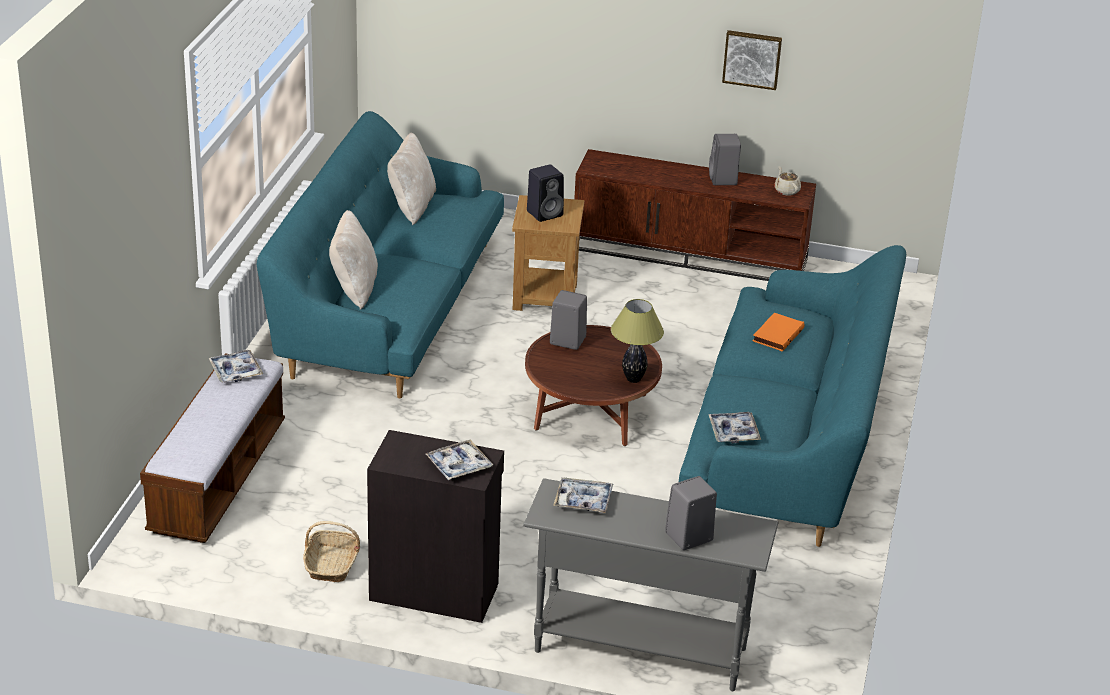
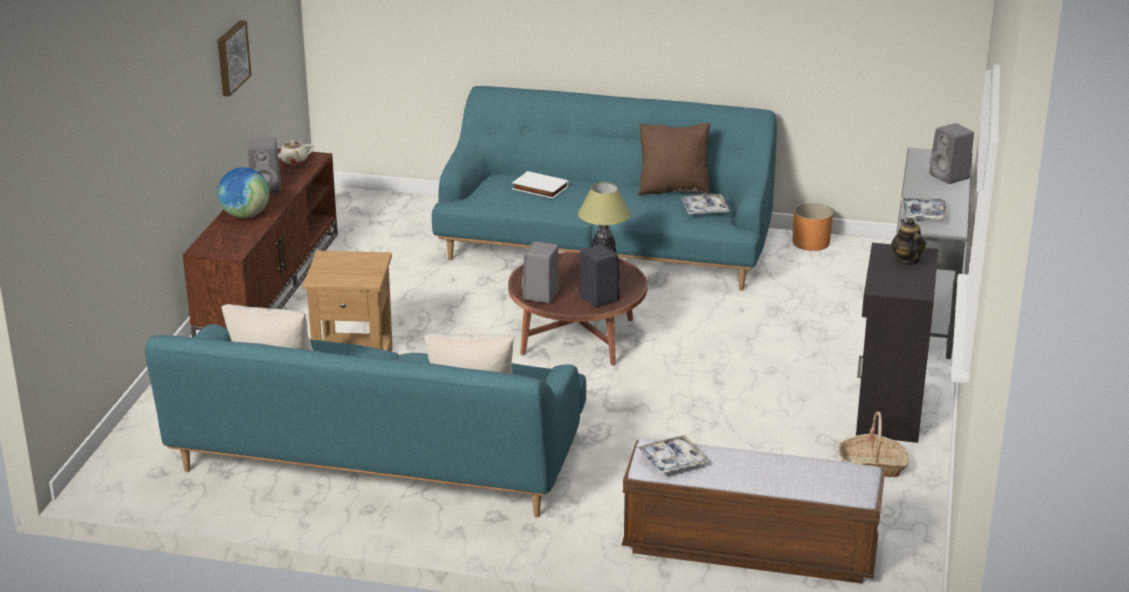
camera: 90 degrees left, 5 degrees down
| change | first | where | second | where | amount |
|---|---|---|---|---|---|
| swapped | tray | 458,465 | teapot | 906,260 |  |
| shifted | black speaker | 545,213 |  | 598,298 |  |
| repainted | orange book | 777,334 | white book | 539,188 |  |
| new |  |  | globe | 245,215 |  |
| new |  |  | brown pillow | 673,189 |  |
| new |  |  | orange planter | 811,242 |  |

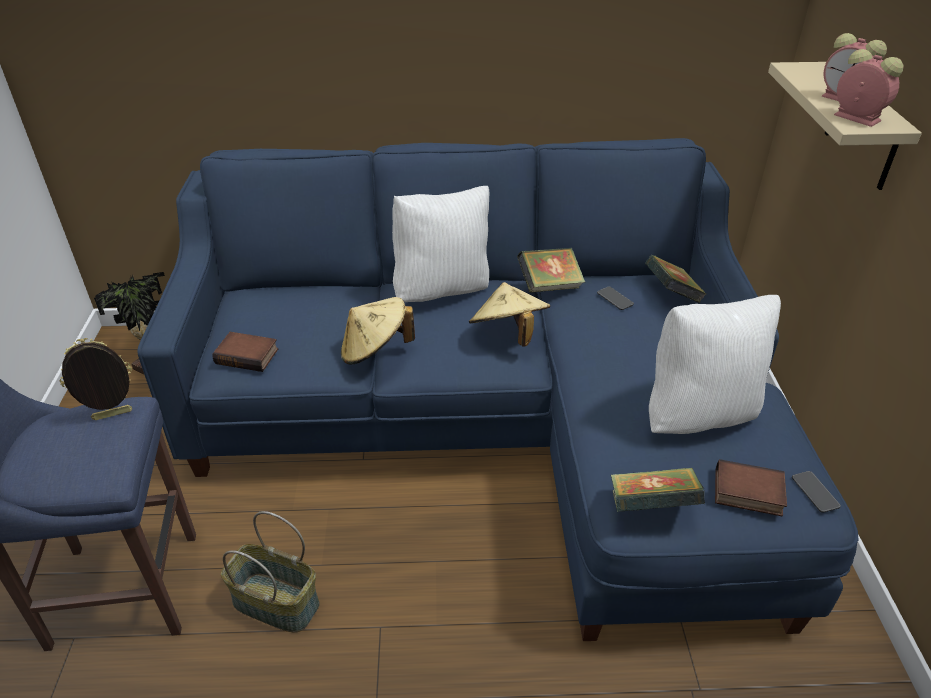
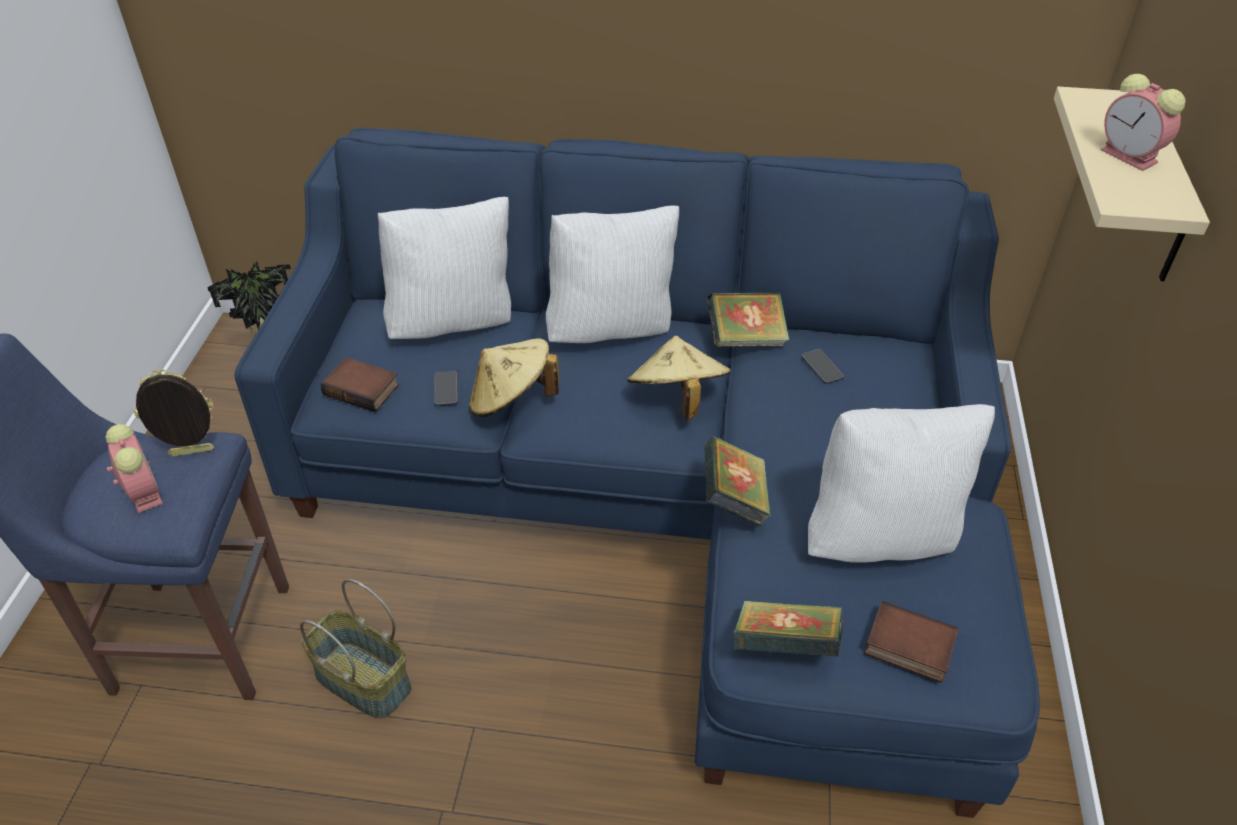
camera: 10 degrees right, 5 degrees up
| change | first | where | second | where | amount |
|---|---|---|---|---|---|
| shifted | book | 671,295 |  | 734,500 |  |
| shifted | phone | 815,492 |  | 446,389 |  |
| shifted | alarm clock | 855,117 |  | 143,491 |  |
| new |  |  | white pillow | 454,322 |  |

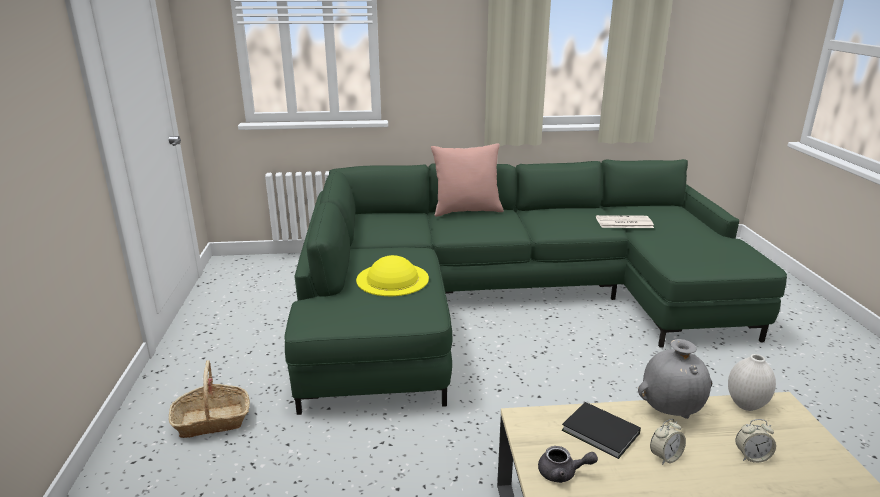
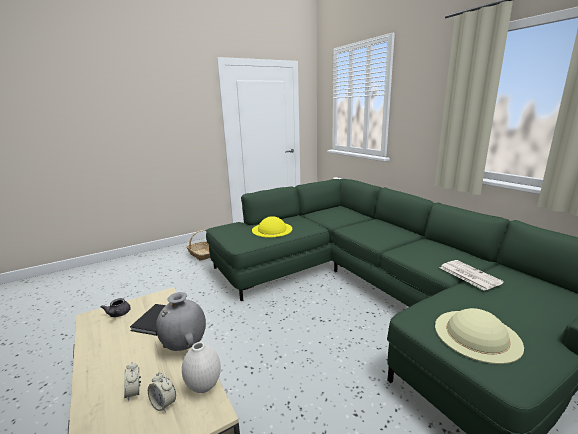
camera: 65 degrees right, 5 degrees down
| change | first | where | second | where | amount |
|---|---|---|---|---|---|
| gone | pink pillow | 467,211 |  |  |  |
| shifted | alarm clock | 665,457 |  | 164,404 |  |
| new |  |  | beige hat | 477,335 |  |

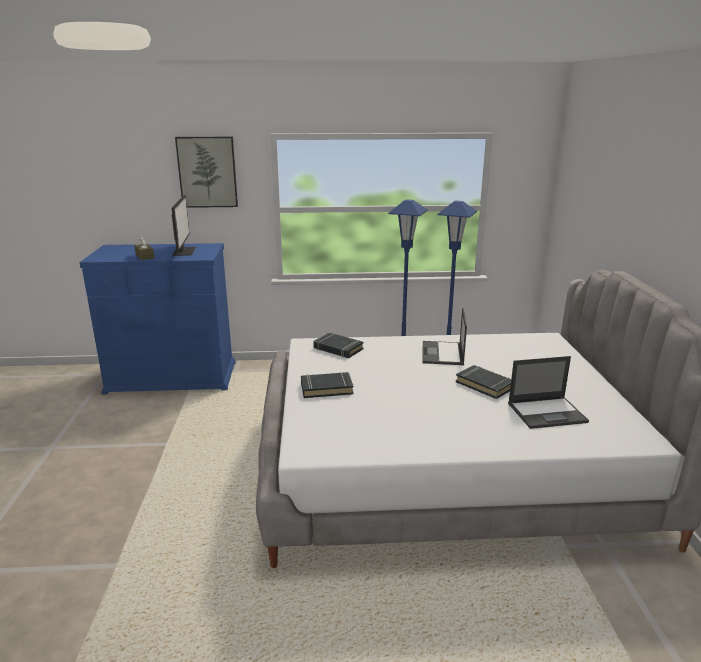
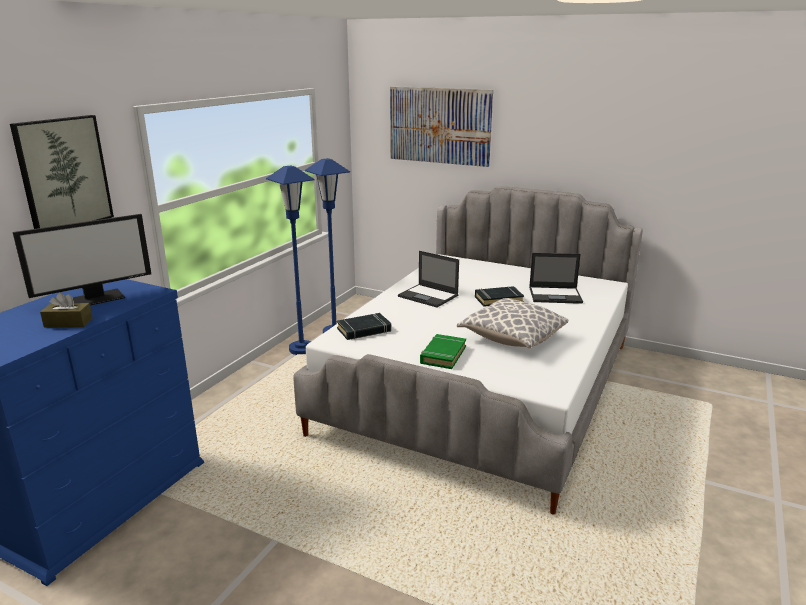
camera: 60 degrees left, 0 degrees up
| change | first | where | second | where | amount |
|---|---|---|---|---|---|
| rotated | monitor | 183,251 |  | 96,298 | 120 degrees clockwise |
| repainted | black book | 326,388 | green book | 443,355 |  |
| rotated | laptop | 547,412 |  | 555,295 | 75 degrees clockwise |
| new |  |  | picture | 439,125 |  |
| new |  |  | pillow | 511,338 |  |

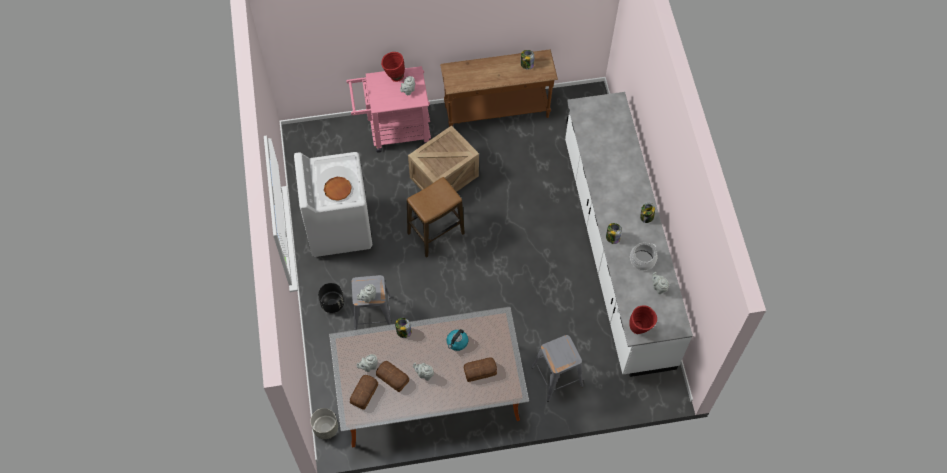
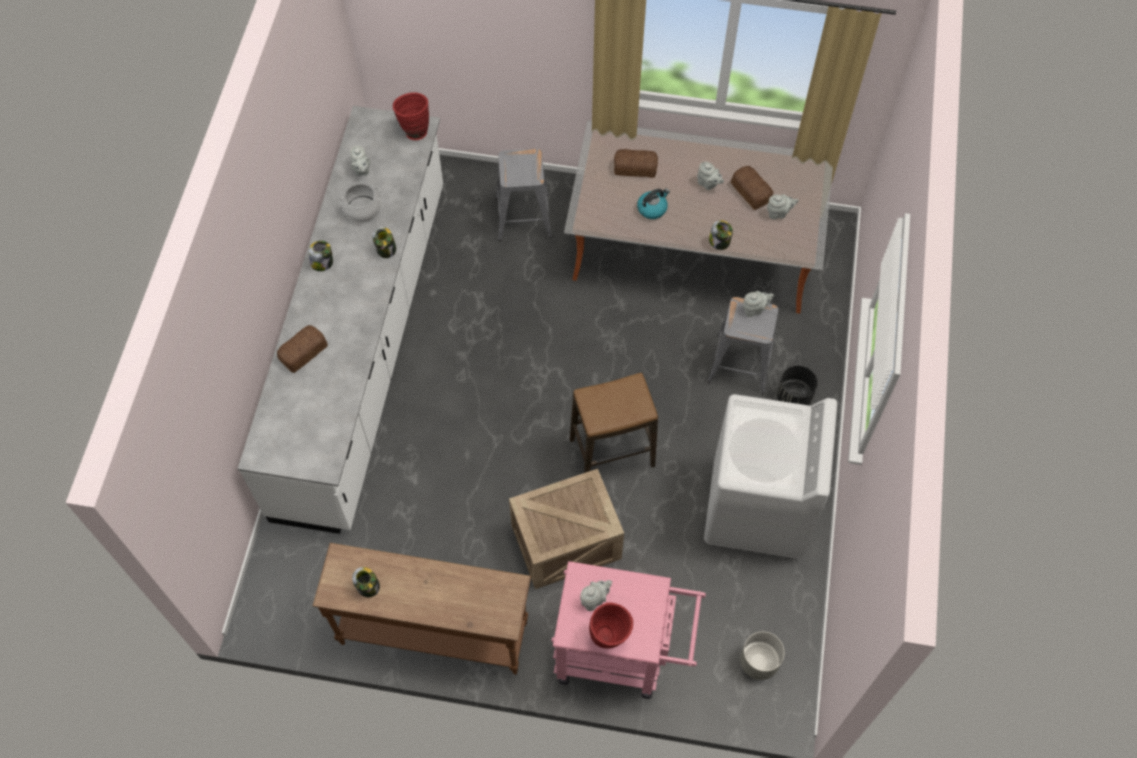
camera: 160 degrees left, 0 degrees up
| change | first | where | second | where | amount |
|---|---|---|---|---|---|
| shifted | grey planter | 325,428 |  | 759,662 |  |
| gone | brown plate | 337,189 |  |  |  |
| shifted | bread | 365,393 |  | 302,352 |  |

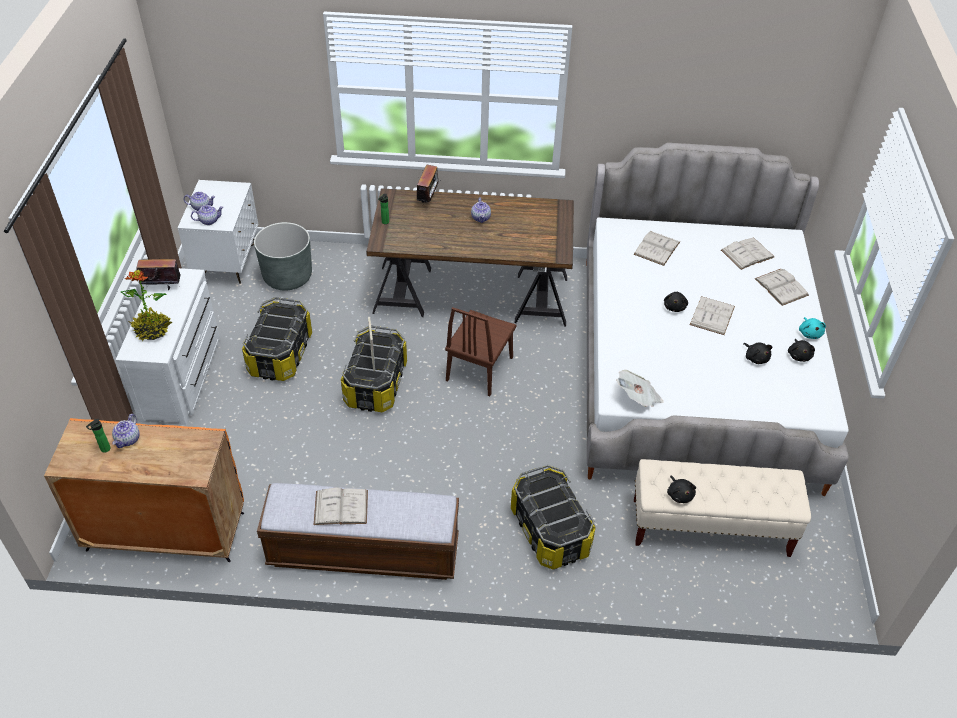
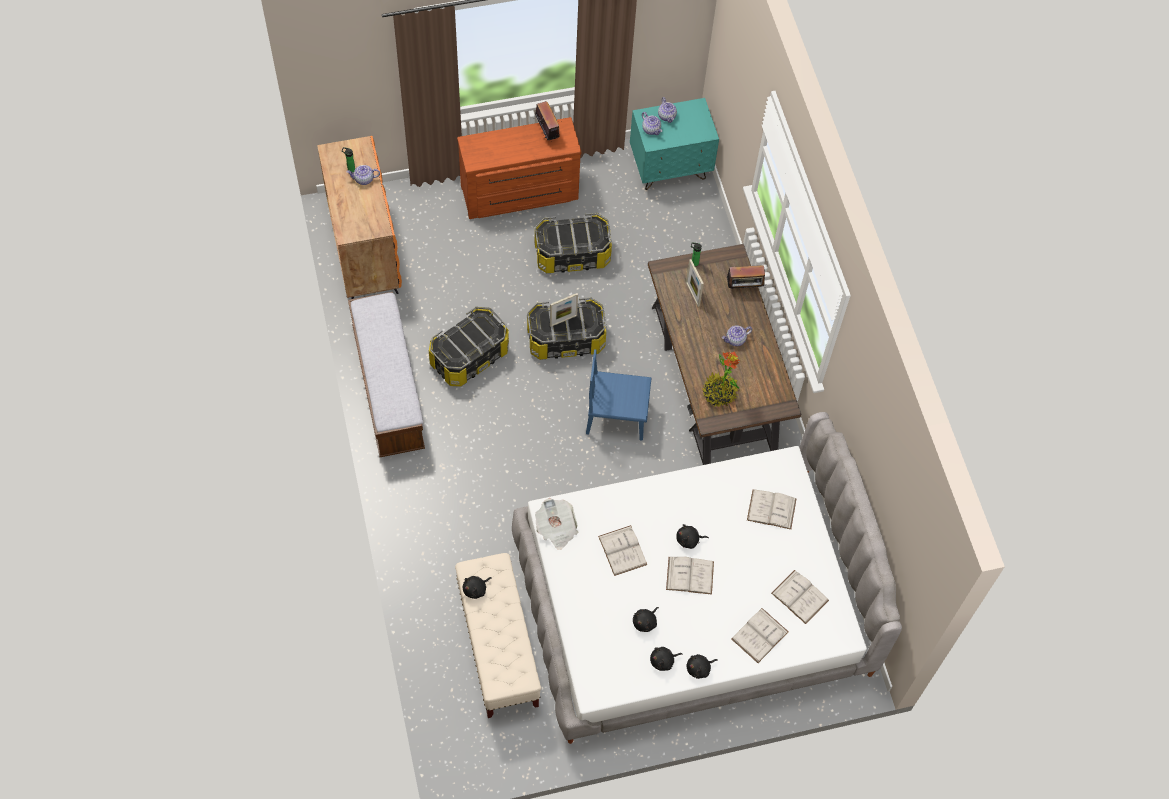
camera: 70 degrees right, 15 degrees up
| change | first | where | second | where | amount |
|---|---|---|---|---|---|
| repainted | white dresser | 183,376 | brown dresser | 520,194 |  |
| shifted | potted plant | 152,330 |  | 719,394 |  |
| repainted | white nightstand | 227,262 | turquoise nightstand | 670,168 |  |
| gone | grey planter | 287,277 |  |  |  |
| shifted | white book | 341,507 |  | 622,550 |  |
| repainted | brown chair | 479,368 | blue chair | 616,416 |  |
| shifted | storage box | 549,531 |  | 469,356 |  |
| repainted | turquoise plush toy | 810,333 | black plush toy | 699,668 |  |
| new |  |  | picture frame | 692,294 |  |

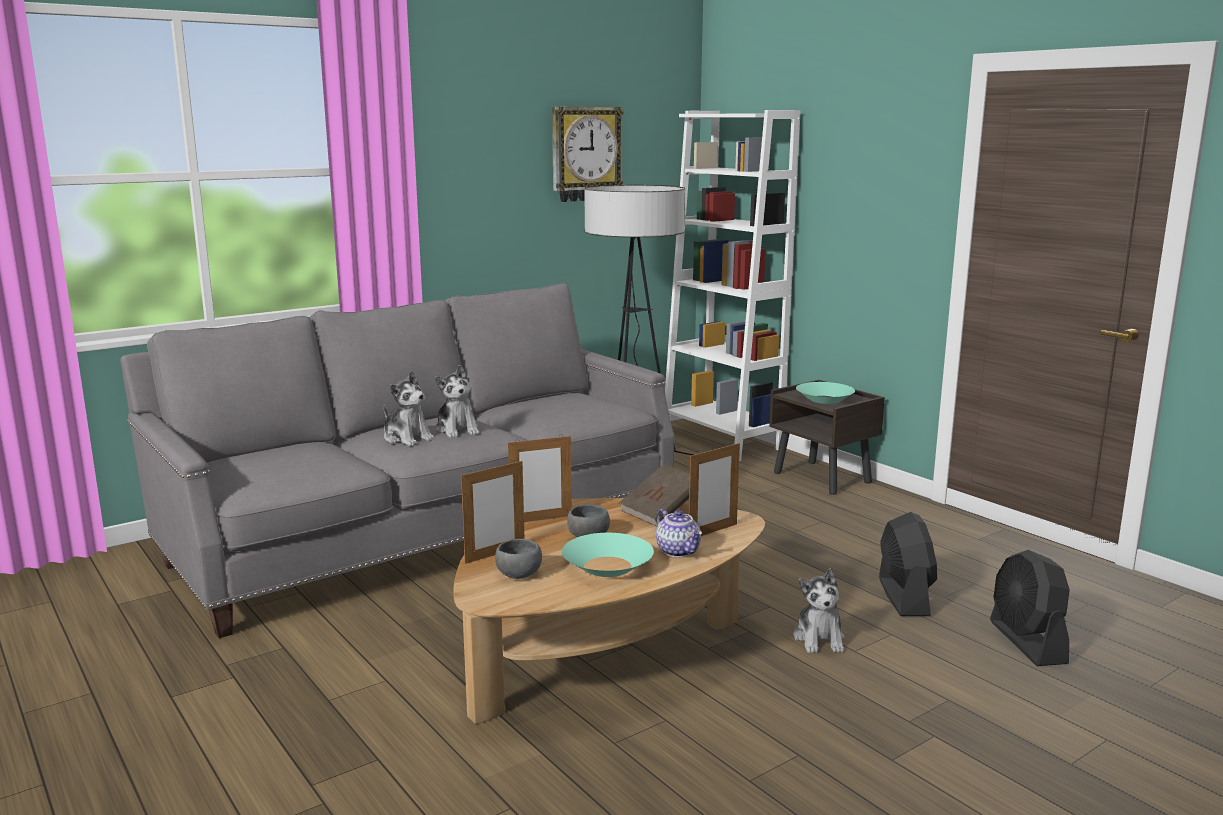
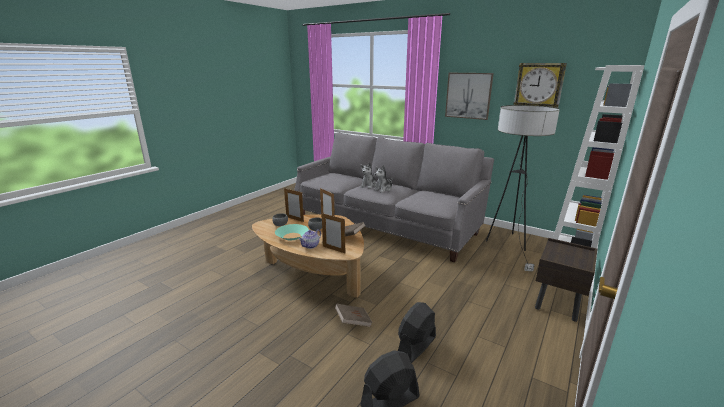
camera: 70 degrees right, 5 degrees up
| change | first | where | second | where | amount |
|---|---|---|---|---|---|
| swapped | plush toy | 819,639 | brown book | 353,322 |  |
| gone | turquoise bowl | 824,399 |  |  |  |
| rotated | black fan | 903,596 |  | 416,346 | 150 degrees clockwise |
| new |  |  | picture | 468,95 |  |

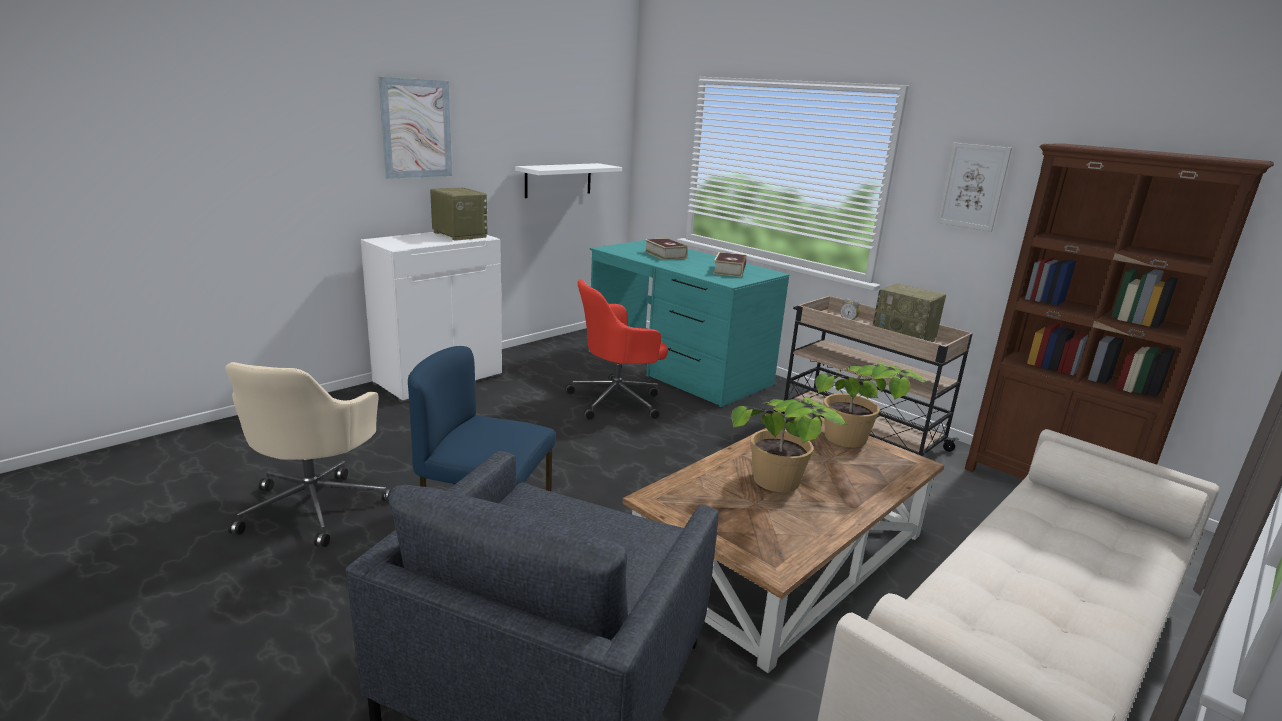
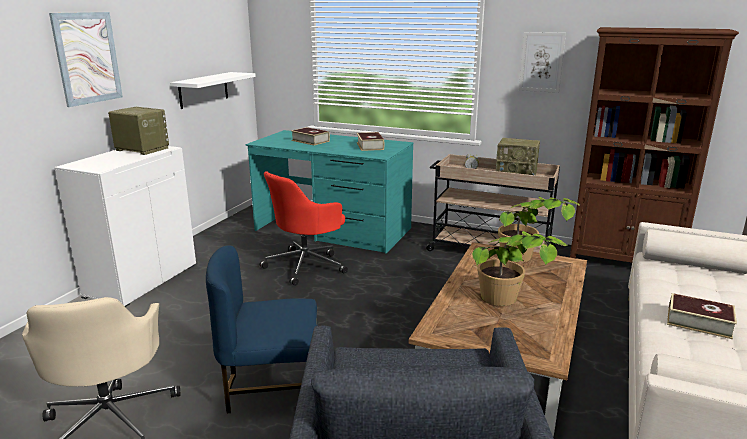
camera: 20 degrees left, 0 degrees up
| change | first | where | second | where | amount |
|---|---|---|---|---|---|
| new |  |  | book | 698,322 |  |

